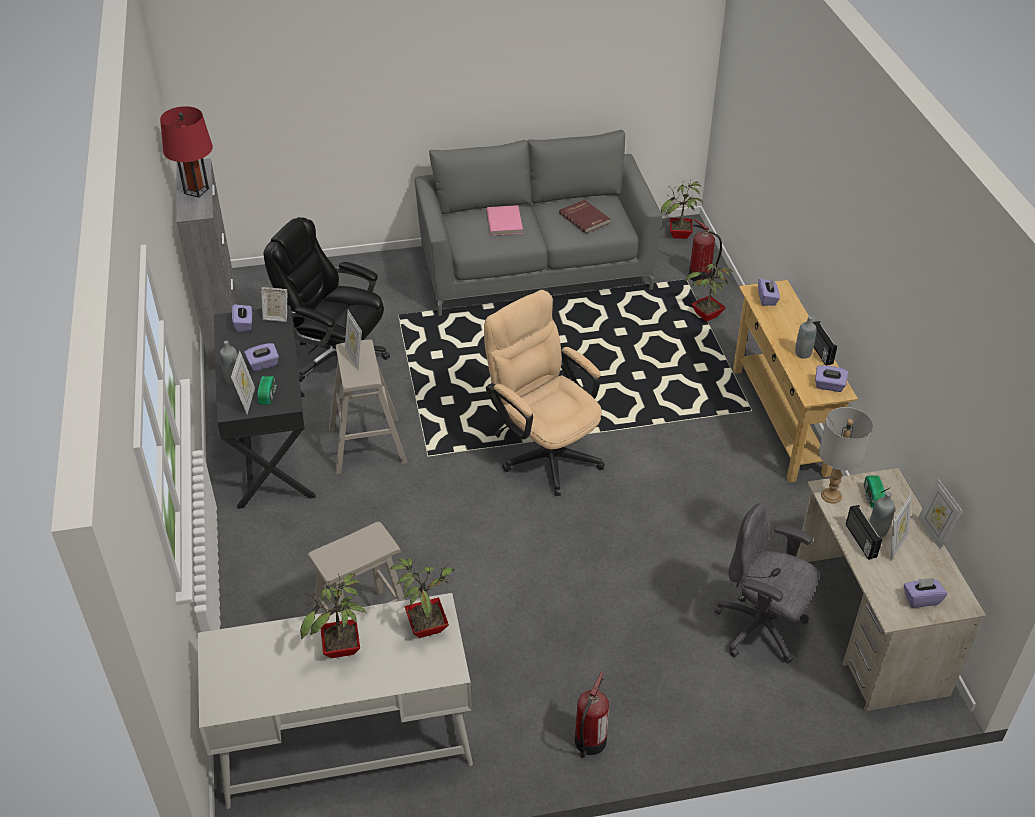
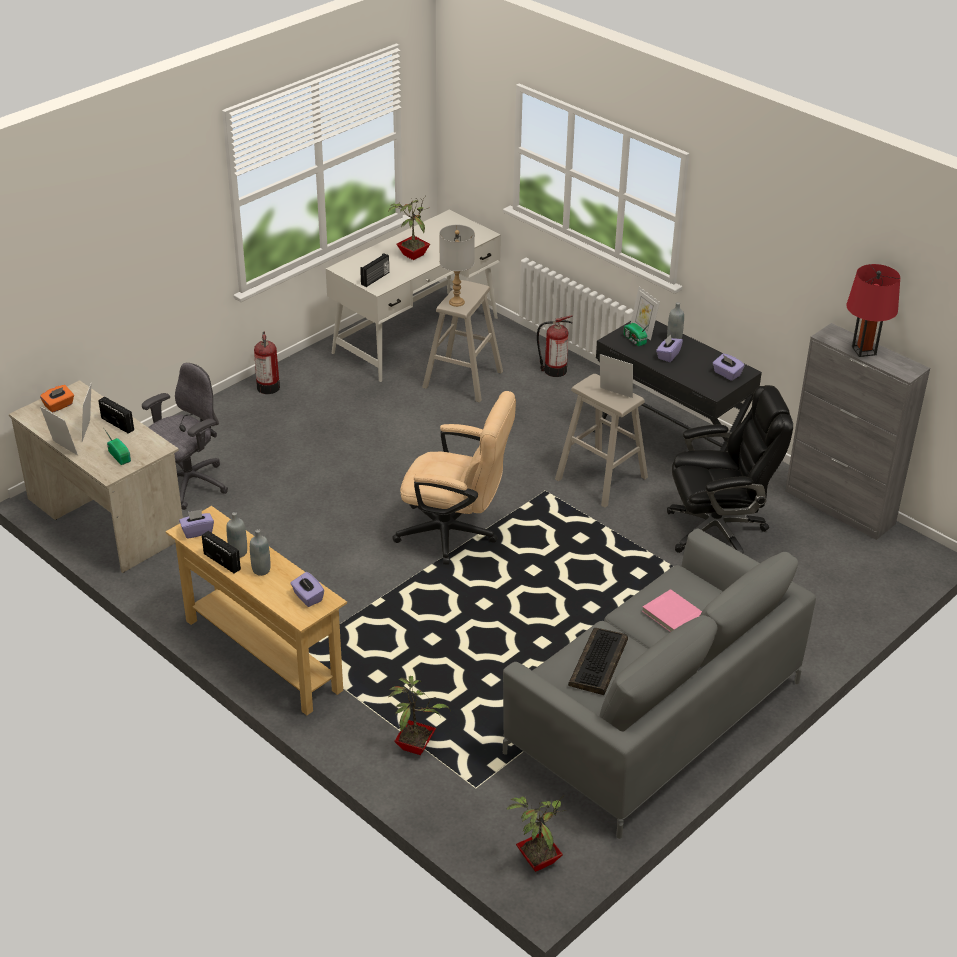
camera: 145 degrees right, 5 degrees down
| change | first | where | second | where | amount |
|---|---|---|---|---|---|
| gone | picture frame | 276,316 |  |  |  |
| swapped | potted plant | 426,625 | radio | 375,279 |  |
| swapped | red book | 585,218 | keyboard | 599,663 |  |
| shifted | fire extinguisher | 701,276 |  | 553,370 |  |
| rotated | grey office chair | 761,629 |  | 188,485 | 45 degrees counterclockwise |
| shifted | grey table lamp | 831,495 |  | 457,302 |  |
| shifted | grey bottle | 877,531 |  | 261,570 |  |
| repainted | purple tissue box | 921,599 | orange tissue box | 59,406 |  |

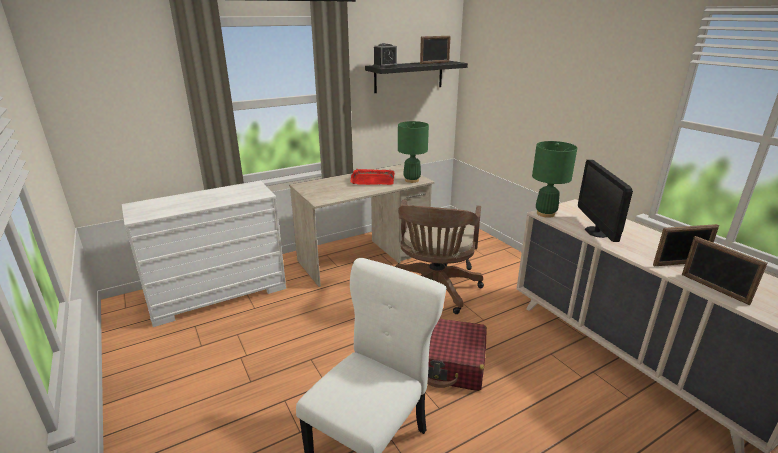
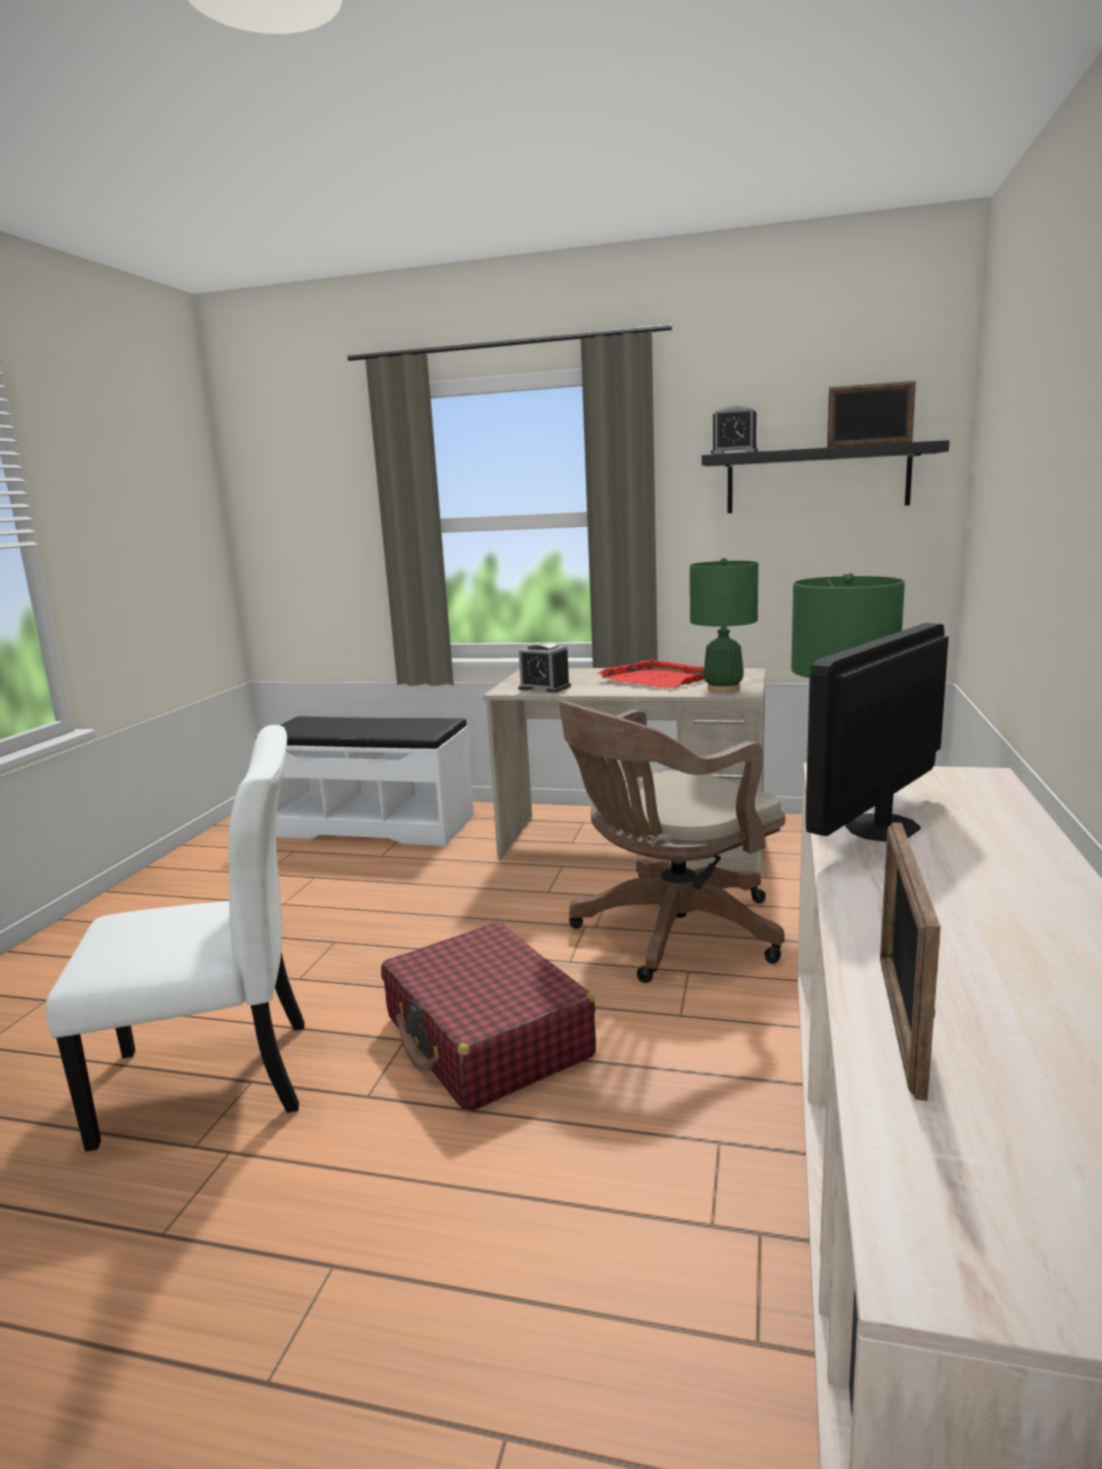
camera: 45 degrees right, 10 degrees down
| change | first | where | second | where | amount |
|---|---|---|---|---|---|
| swapped | white dresser | 218,293 | white bench | 373,825 |  |
| gone | picture frame | 680,263 |  |  |  |
| new |  |  | alarm clock | 544,688 |  |

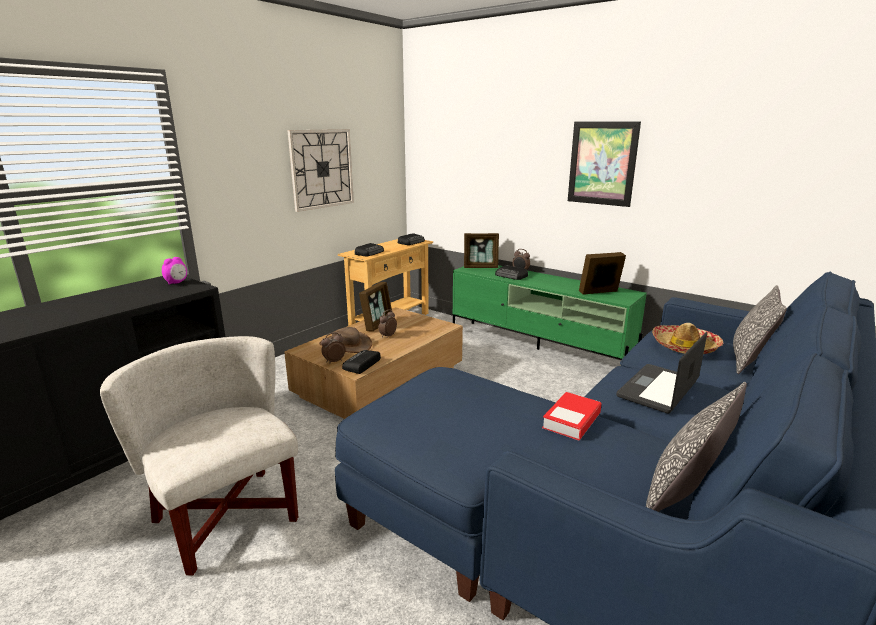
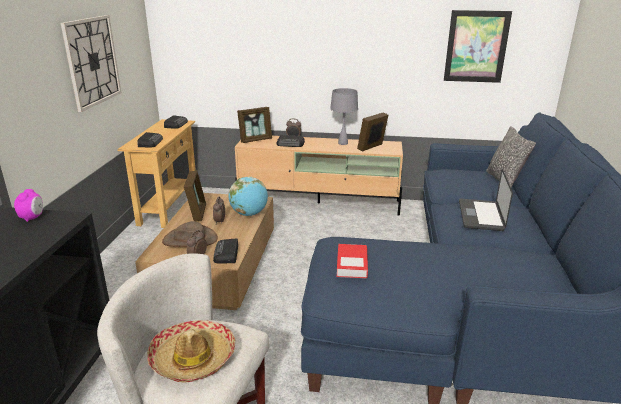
camera: 30 degrees left, 5 degrees up
| change | first | where | second | where | amount |
|---|---|---|---|---|---|
| repainted | green tv stand | 538,349 | beige tv stand | 319,203 |  |
| shifted | book | 571,420 |  | 352,264 |  |
| shifted | picture | 602,163 |  | 476,46 |  |
| gone | pillow | 683,497 |  |  |  |
| shifted | hat | 685,347 |  | 193,358 |  |
| new |  |  | globe | 249,214 |  |
| new |  |  | grey table lamp | 342,143 |  |

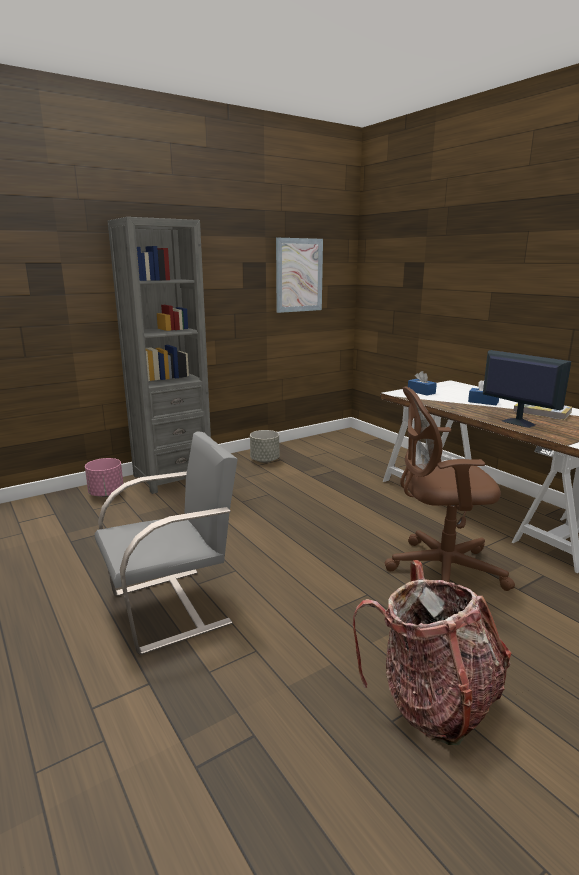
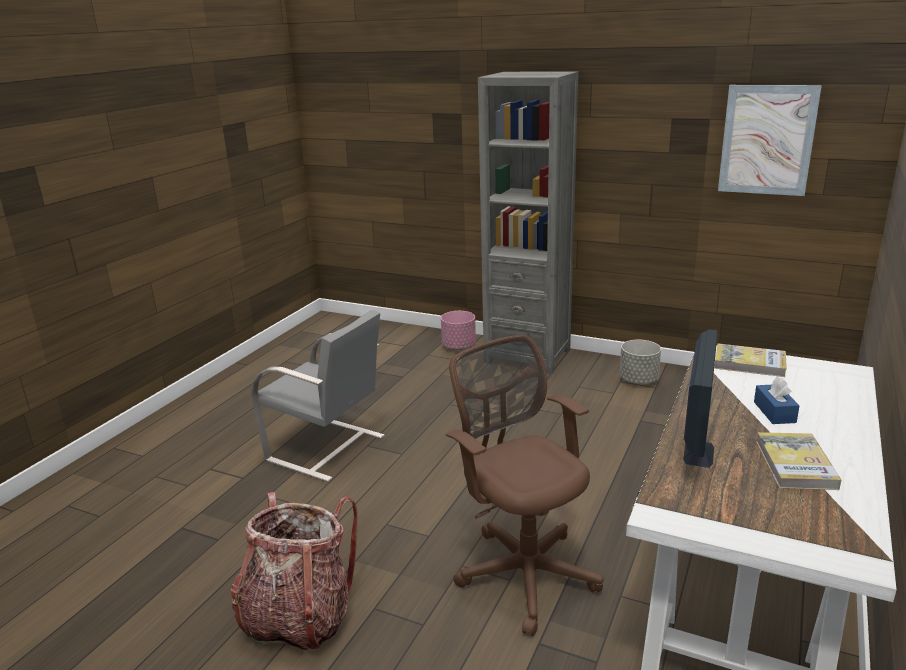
camera: 60 degrees right, 5 degrees up
| change | first | where | second | where | amount |
|---|---|---|---|---|---|
| swapped | blue tissue box | 421,392 | book | 749,363 |  |

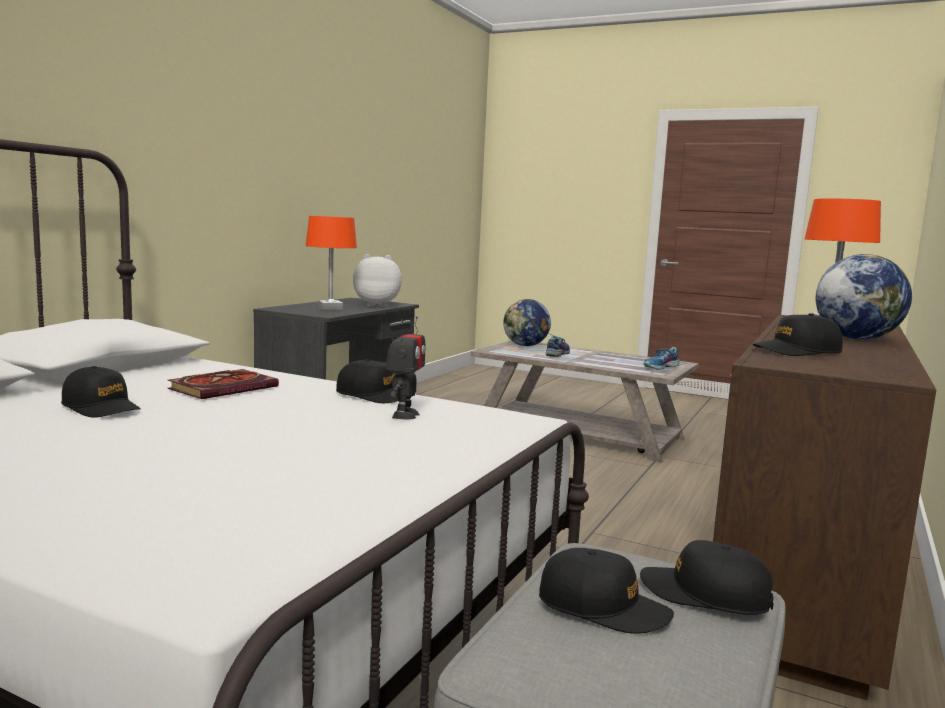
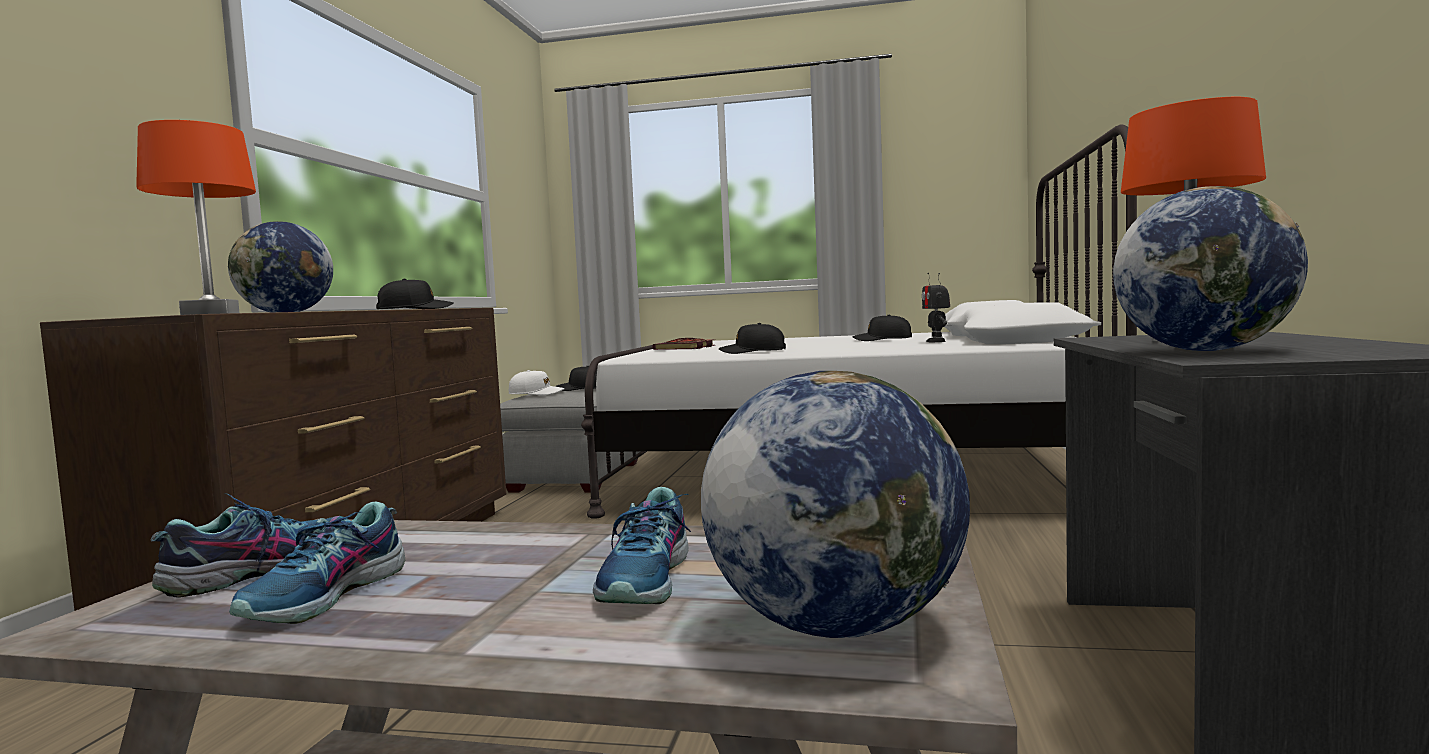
camera: 165 degrees right, 5 degrees down
| change | first | where | second | where | amount |
|---|---|---|---|---|---|
| shifted | book | 224,388 |  | 685,348 |  |
| swapped | plush toy | 377,305 | globe | 1204,350 |  |
| shifted | toy robot | 404,415 |  | 936,341 |  |
| repainted | black cap | 705,594 | white cap | 536,393 |  |
| new |  |  | shoe | 327,596 |  |

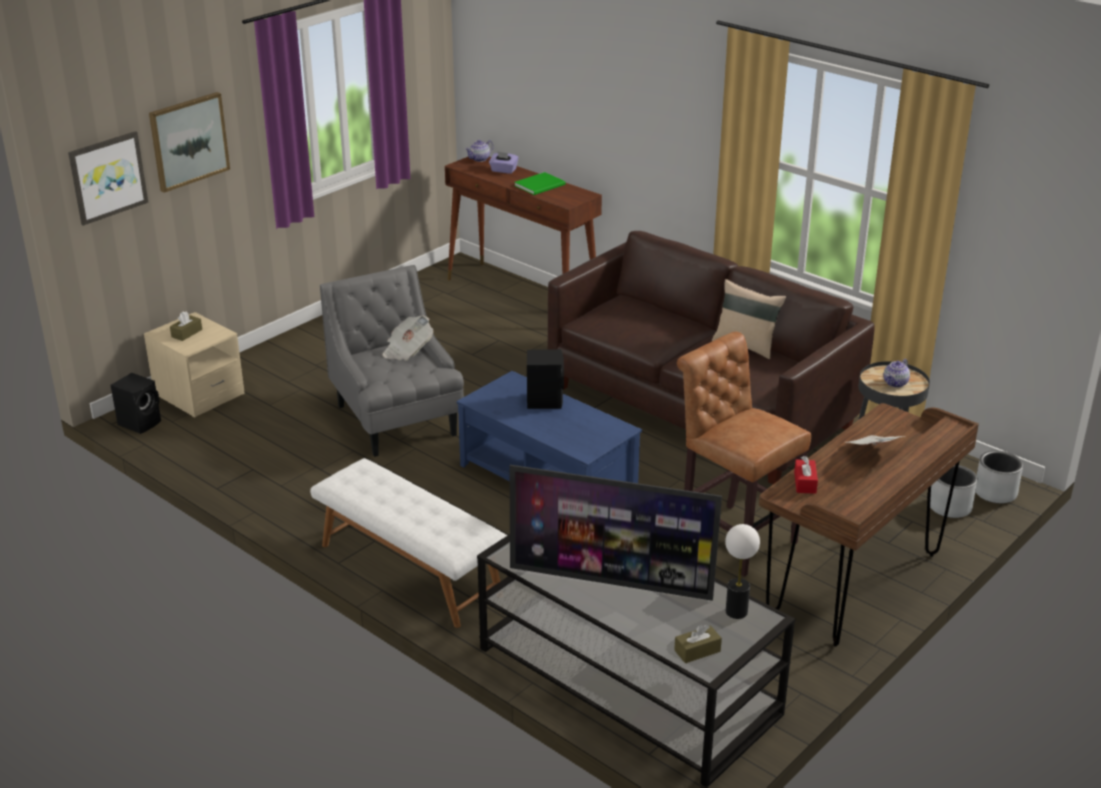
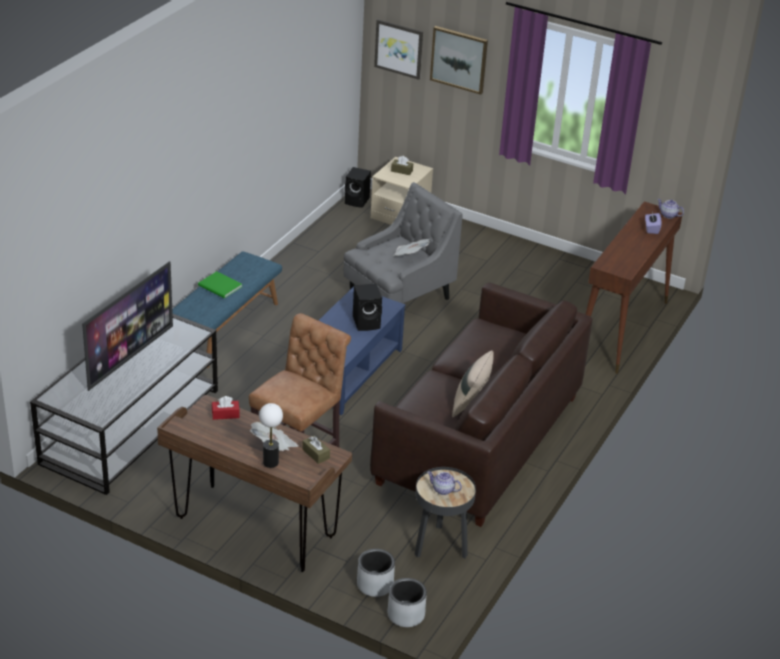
camera: 75 degrees right, 5 degrees up
| change | first | where | second | where | amount |
|---|---|---|---|---|---|
| repainted | white bench | 409,570 | blue bench | 225,327 |  |
| rotated | television | 611,582 |  | 130,356 | 150 degrees counterclockwise |
| shifted | green book | 541,185 |  | 220,287 |  |
| shifted | brown tissue box | 697,651 |  | 316,454 |  |
| shifted | table lamp | 737,611 |  | 270,463 |  |

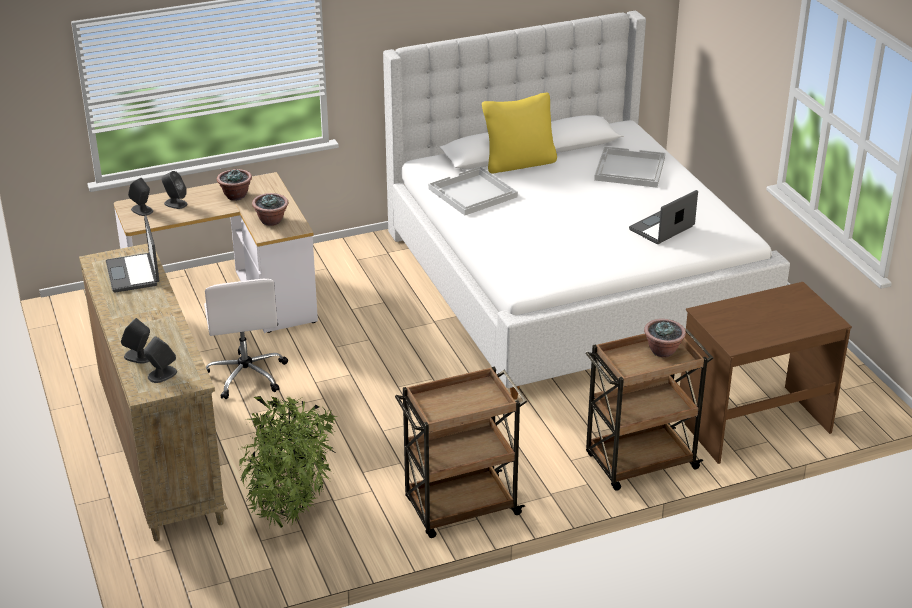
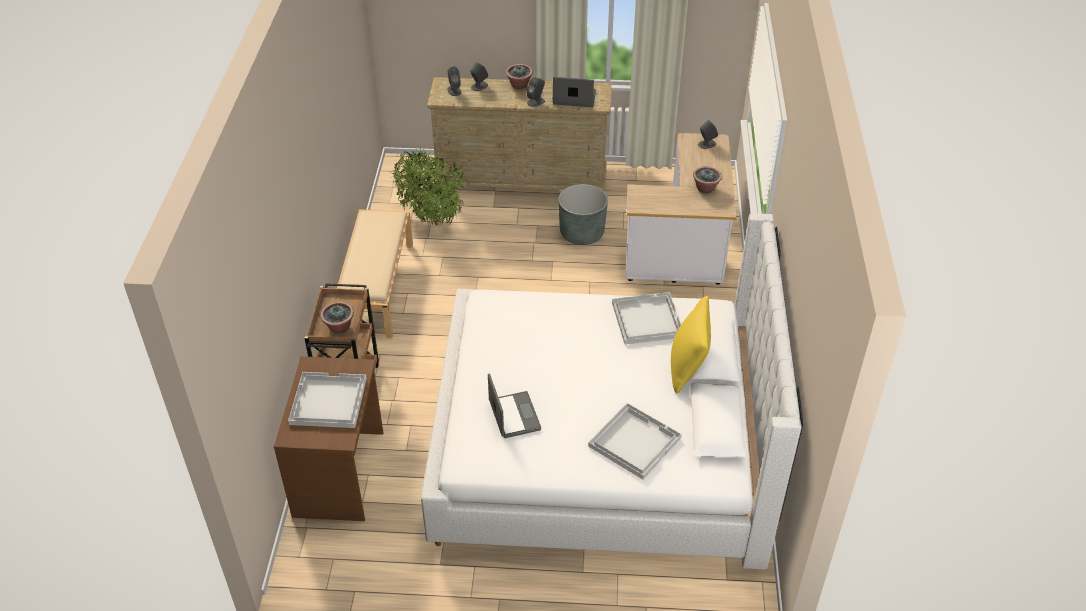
camera: 115 degrees right, 10 degrees up
| change | first | where | second | where | amount |
|---|---|---|---|---|---|
| shifted | grey speaker | 175,203 |  | 536,102 |  |
| swapped | white office chair | 246,375 | grey planter | 582,233 |  |
| shifted | potted plant | 271,221 |  | 519,85 |  |
| swapped | brown cart | 460,508 | beige bench | 376,287 |  |
| new |  |  | white tray | 327,402 |  |

